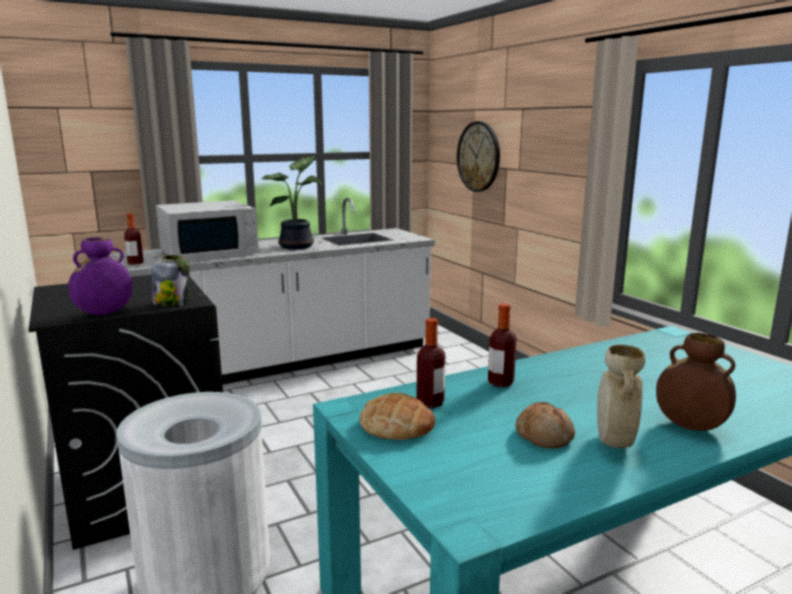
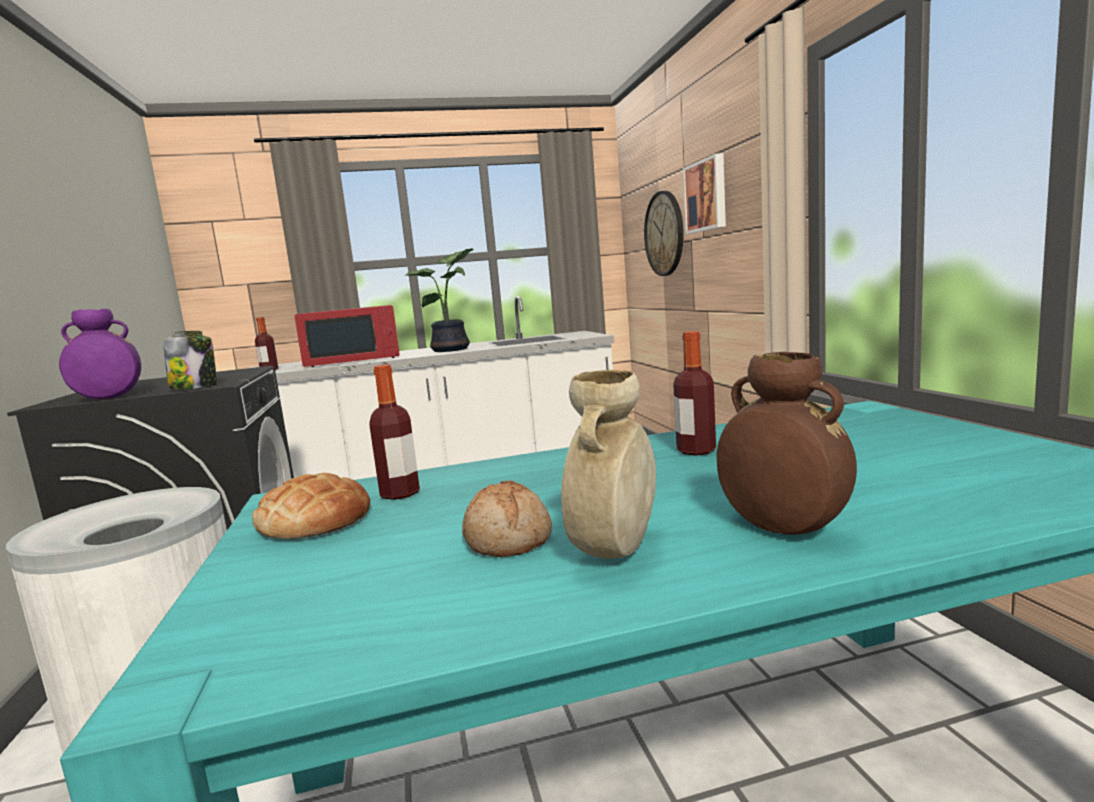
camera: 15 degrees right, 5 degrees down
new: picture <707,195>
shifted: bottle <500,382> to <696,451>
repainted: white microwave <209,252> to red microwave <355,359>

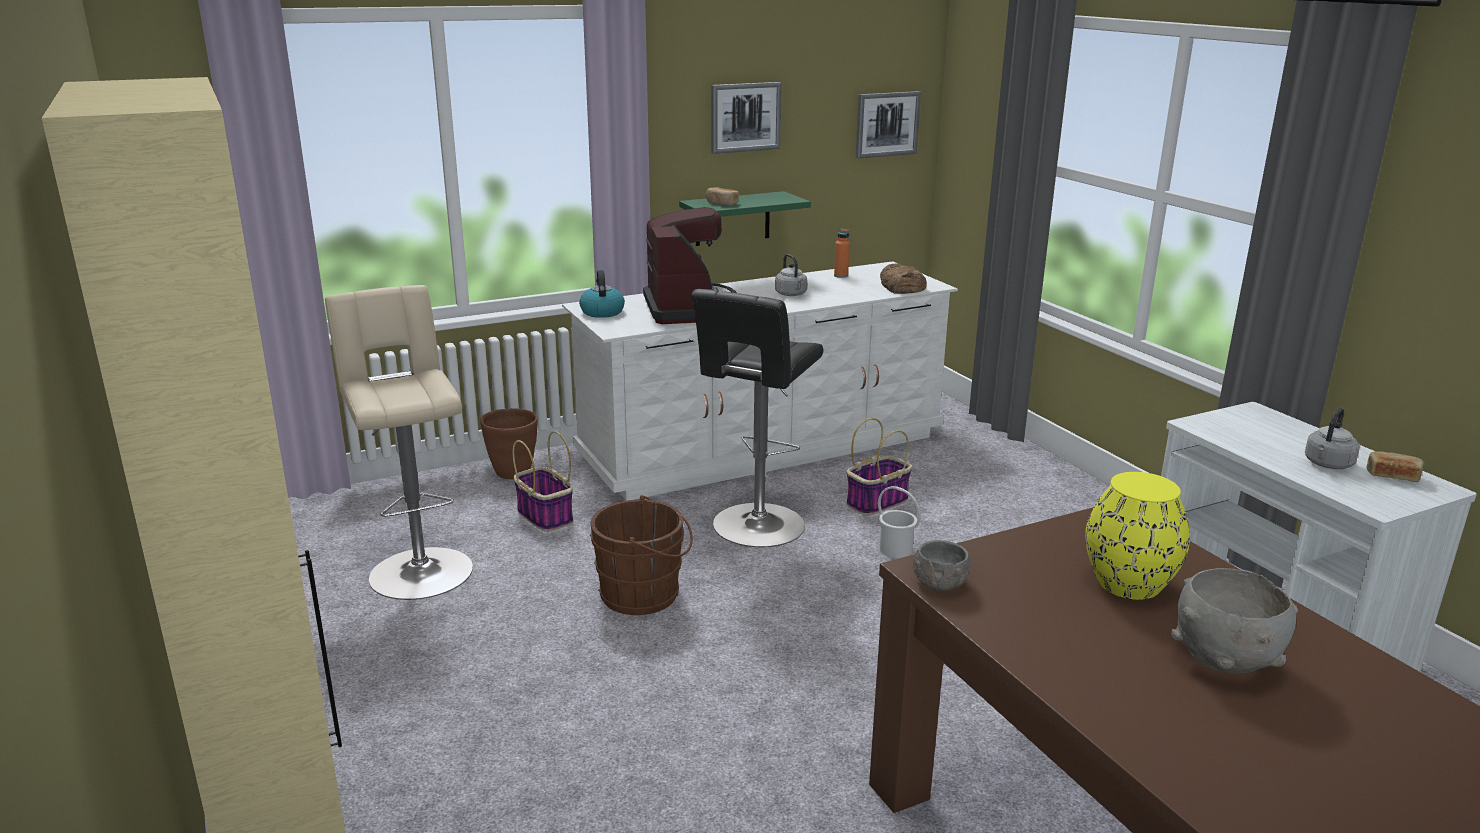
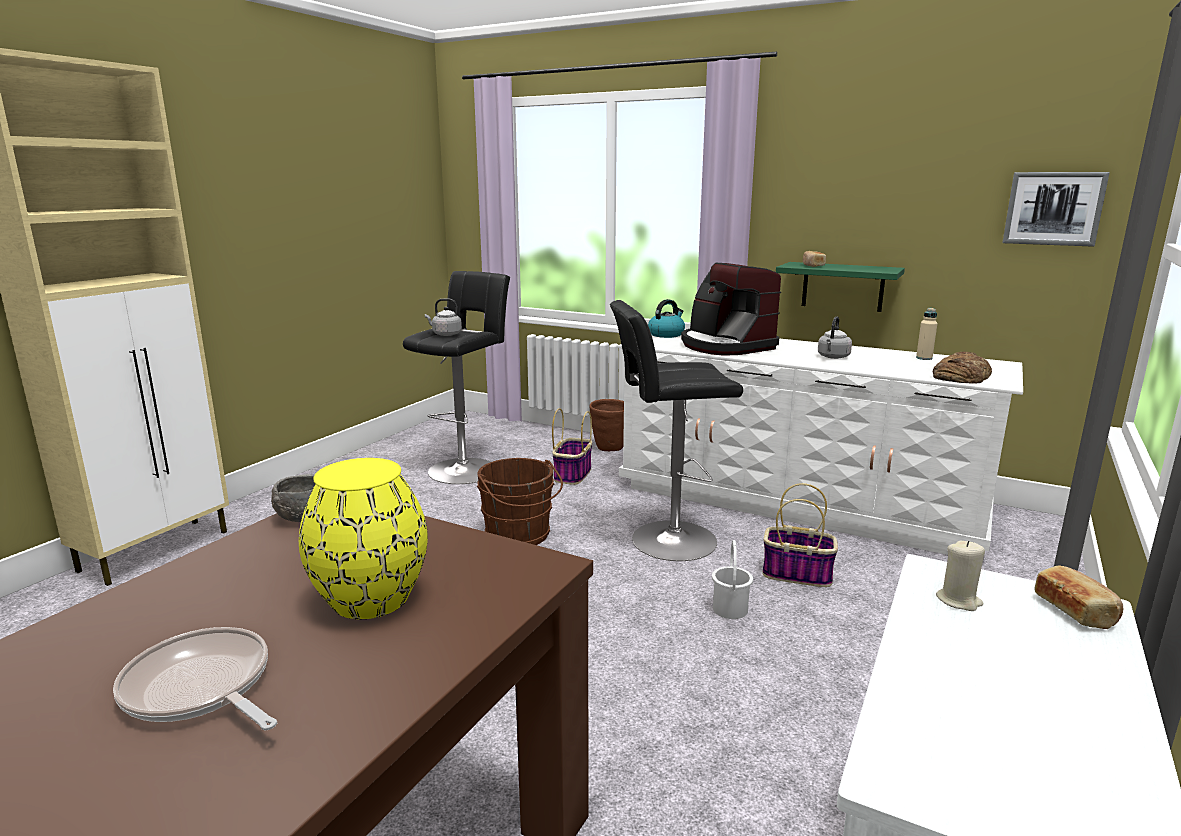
camera: 55 degrees right, 5 degrees down
gone: picture <745,117>
new: beige candle <959,601>
shifted: grey kettle <1327,464> to <445,334>; bread <1392,476> to <1075,611>
swapped: grey bowl <1225,662> to frying pan <201,688>
repainted: beige stool <419,569> to black stool <466,469>; orange bottle <841,276> to beige bottle <924,358>
rotated: coffee machine <689,308> = <725,346> 105 degrees clockwise

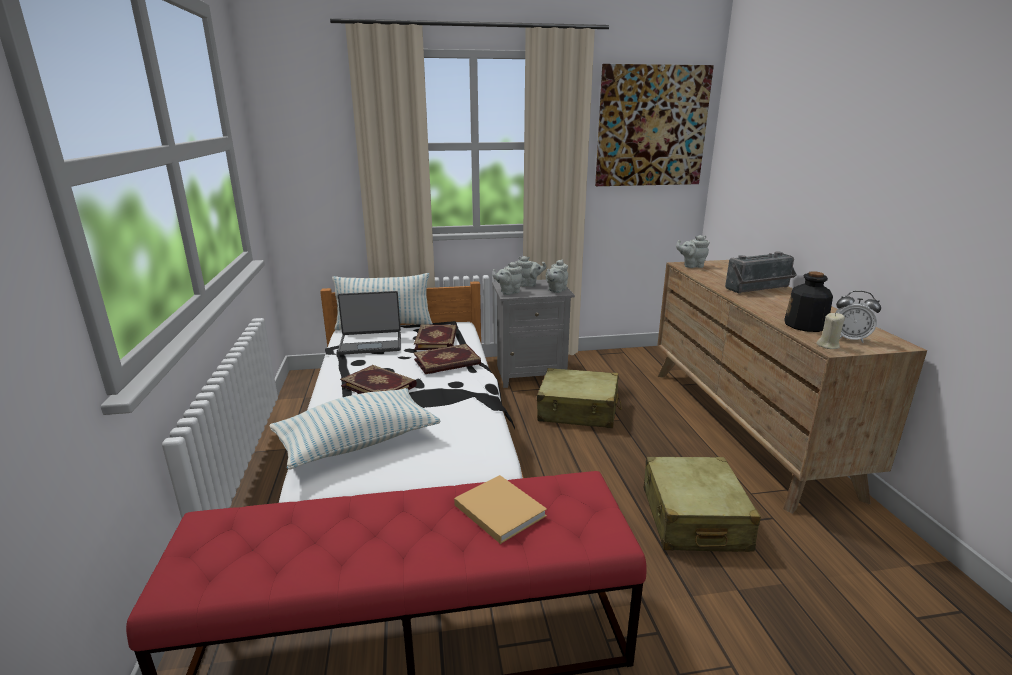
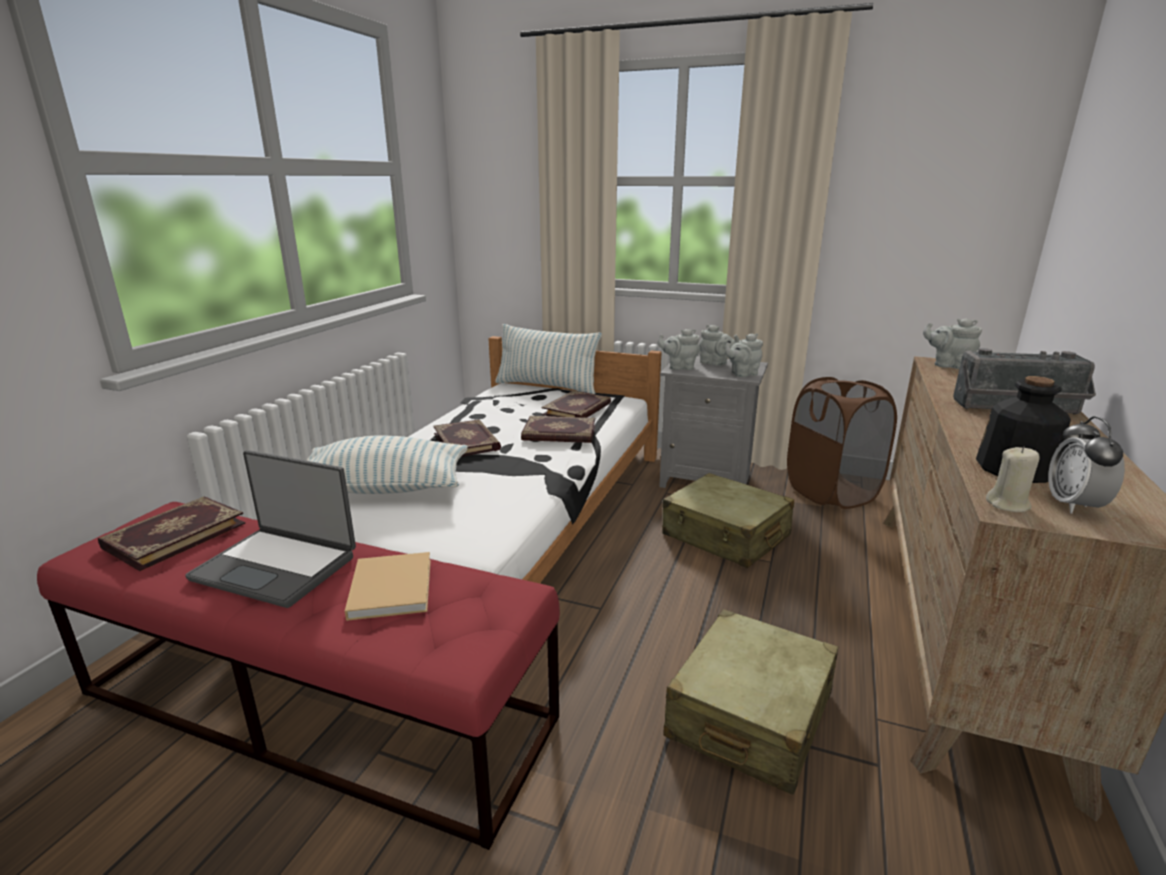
camera: 30 degrees right, 0 degrees up
gone: picture <652,127>
new: book <174,535>; brown laundry basket <831,492>
shifted: laptop <371,343> to <277,566>
rotated: alarm clock <850,339> = <1073,505> 45 degrees clockwise

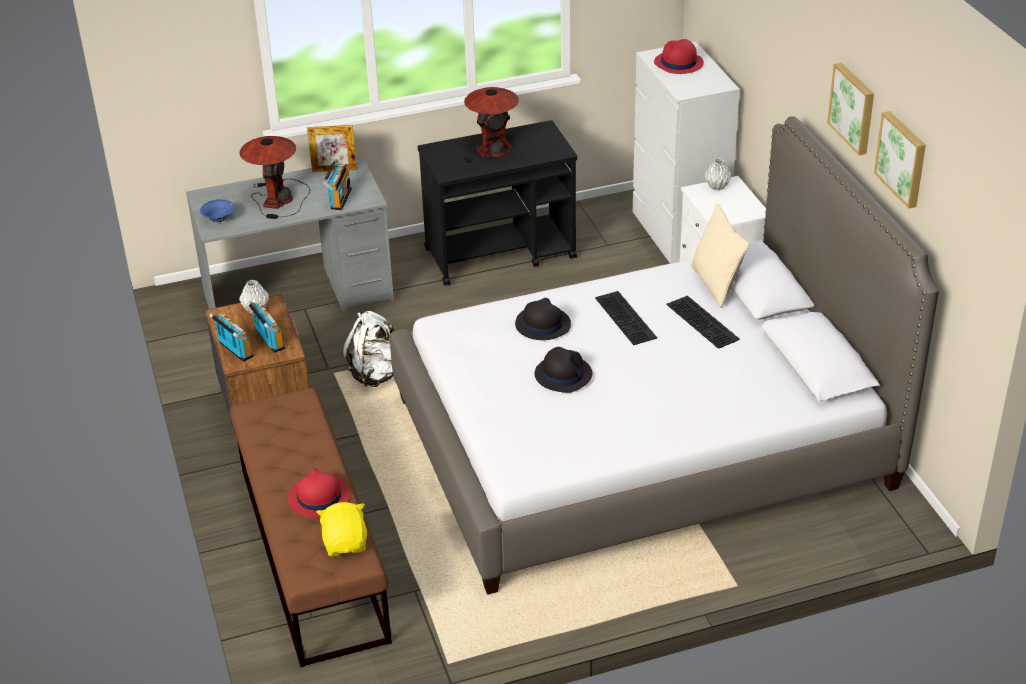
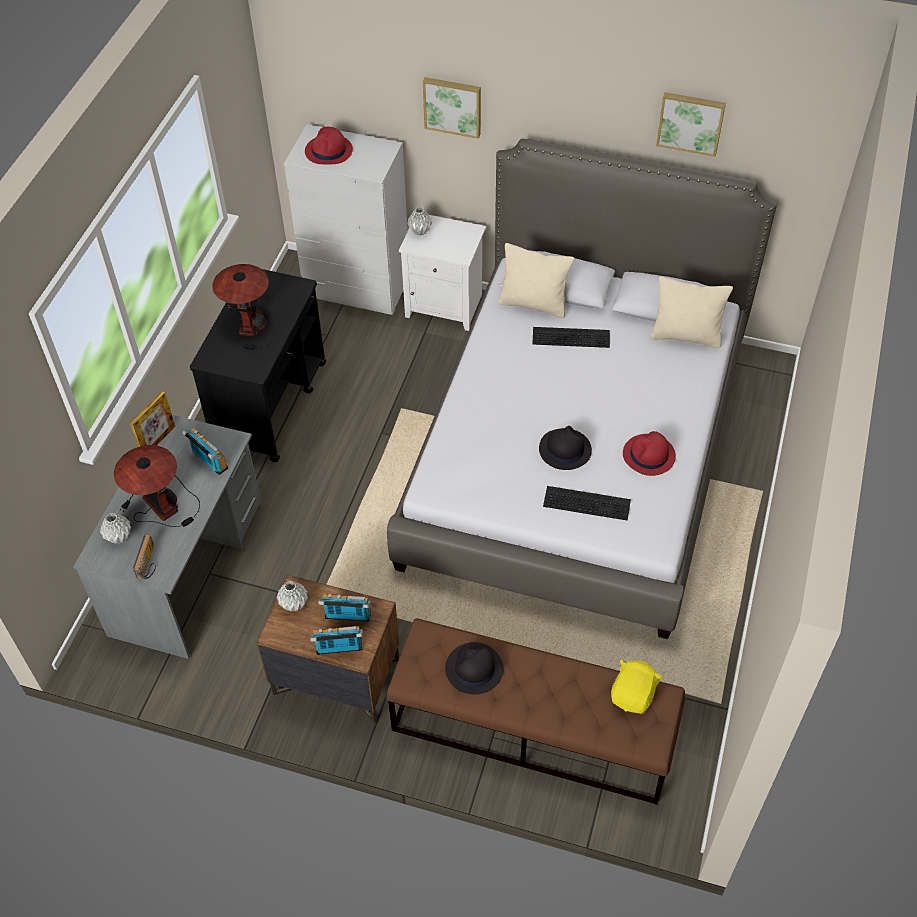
camera: 55 degrees left, 15 degrees up
gone: white backpack <376,374>
new: grey vase <119,537>; beige pillow <686,336>
shifted: picture <853,108> to <453,106>; black hat <542,324> to <473,669>; keyboard <627,318> to <588,502>; red hat <318,497> to <648,456>
swapped: blue bowl <219,219> to radio <149,563>
rotated: yellow plush toy <346,543> = <633,695> 90 degrees clockwise

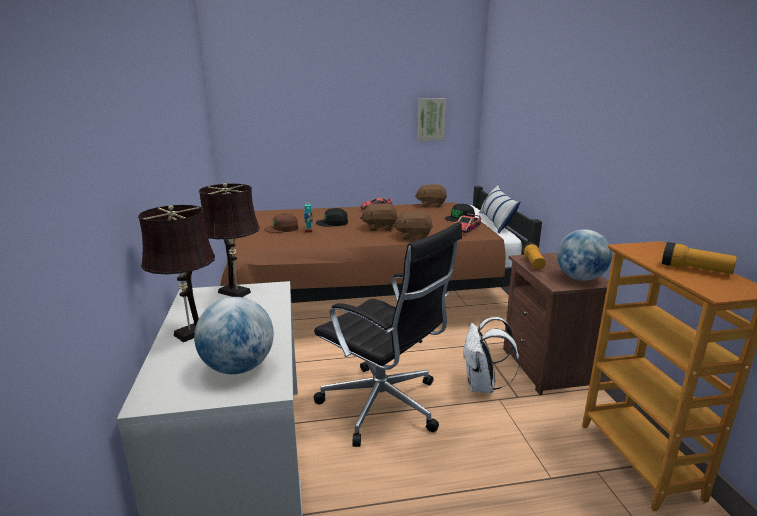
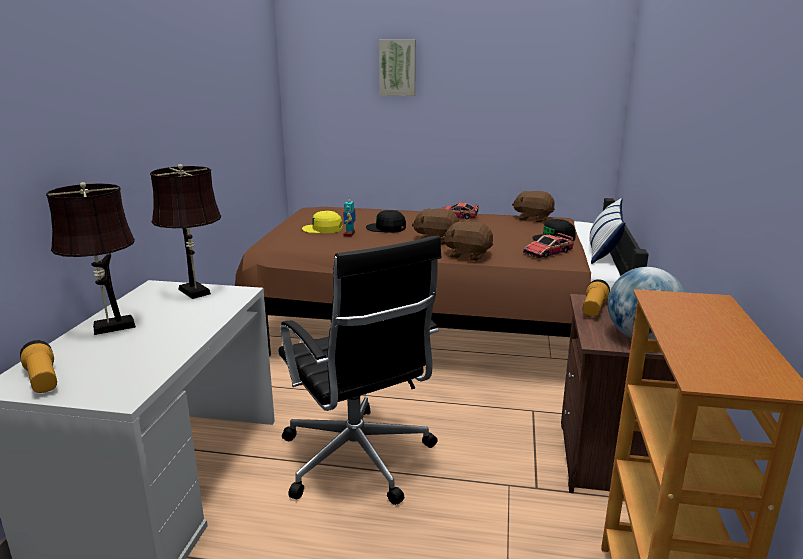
camera: 20 degrees right, 0 degrees up
gone: globe <238,367>; white backpack <483,386>
shifted: flashlight <695,269> to <42,379>; picture <431,119> to <397,67>
repainted: brown cap <282,228> to yellow cap <323,229>

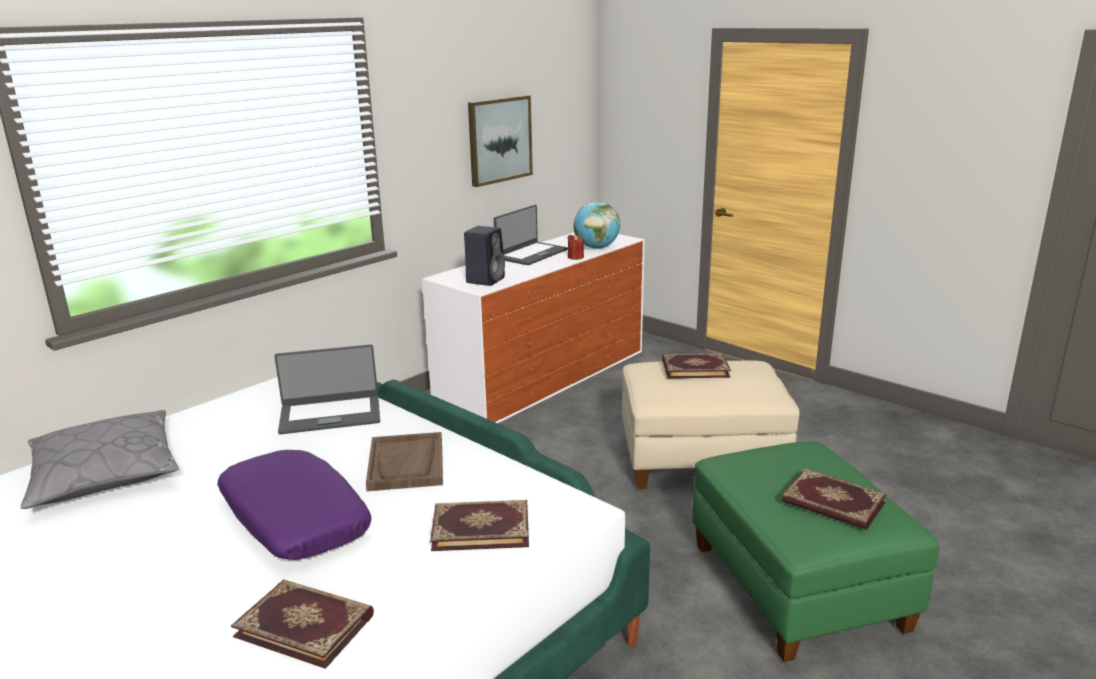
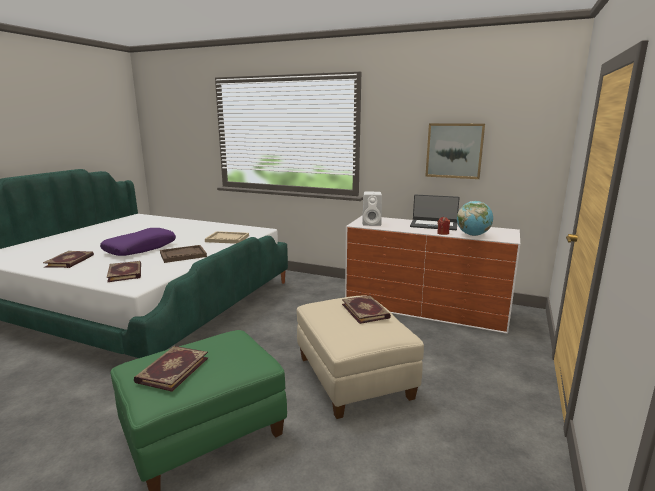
camera: 70 degrees right, 5 degrees down
gone: grey pillow <105,473>
swapped: laptop <330,414> to beige tray <227,239>
repainted: black speaker <485,280> to white speaker <372,223>

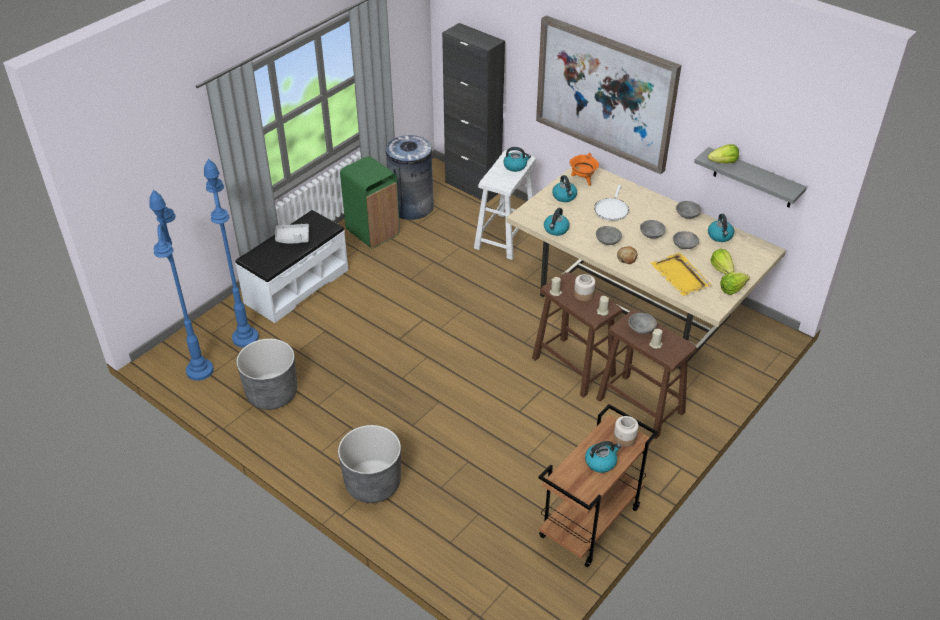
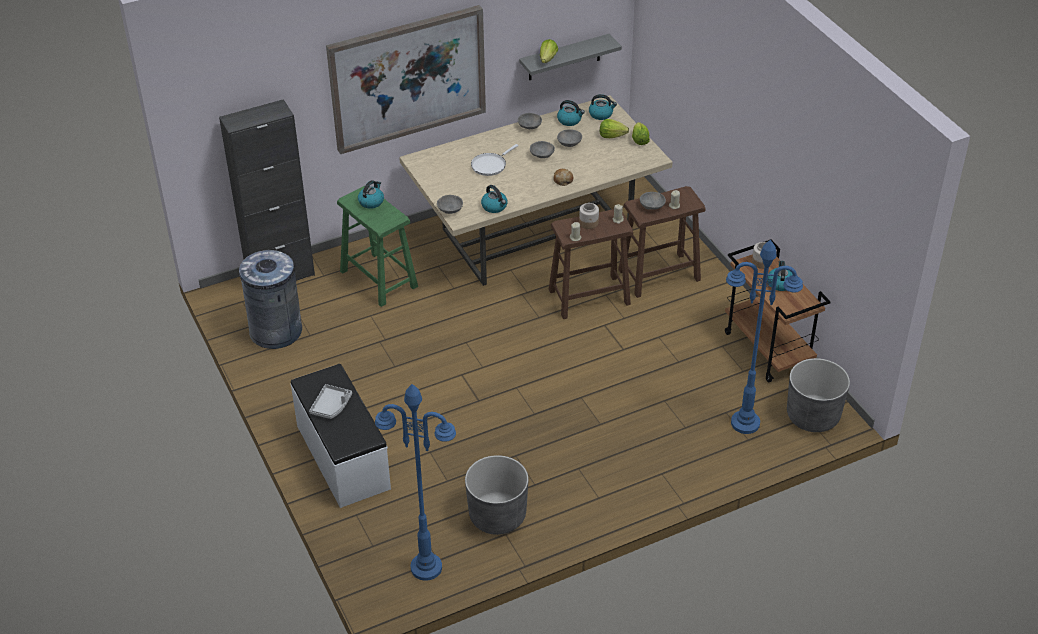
camera: 65 degrees left, 0 degrees up
gone: green trash can <373,232>; orange cooking pot <583,179>; yellow tray <680,276>
shifted: grey bowl <607,241> to <449,210>; kettle <564,197> to <601,114>; blue floor lamp <245,338> to <744,423>; grey planter <373,483> to <813,416>
repainted: white stool <505,236> to green stool <378,279>
rotated: white frying pan <611,210> = <490,165> 90 degrees clockwise

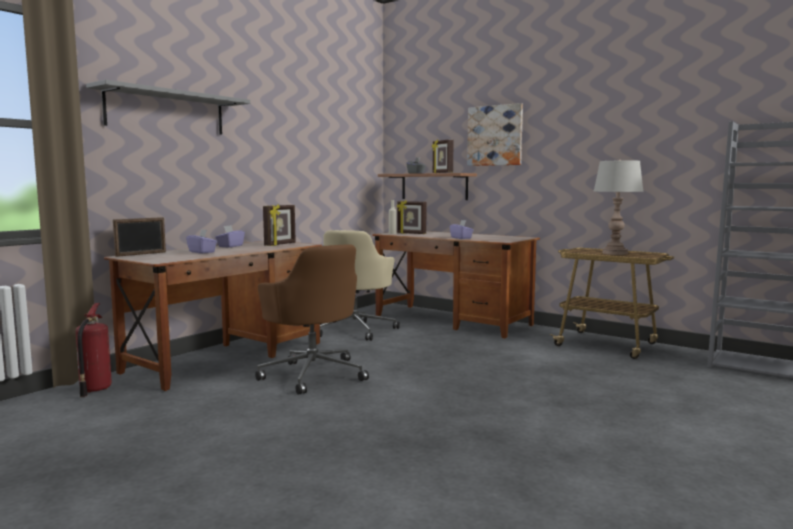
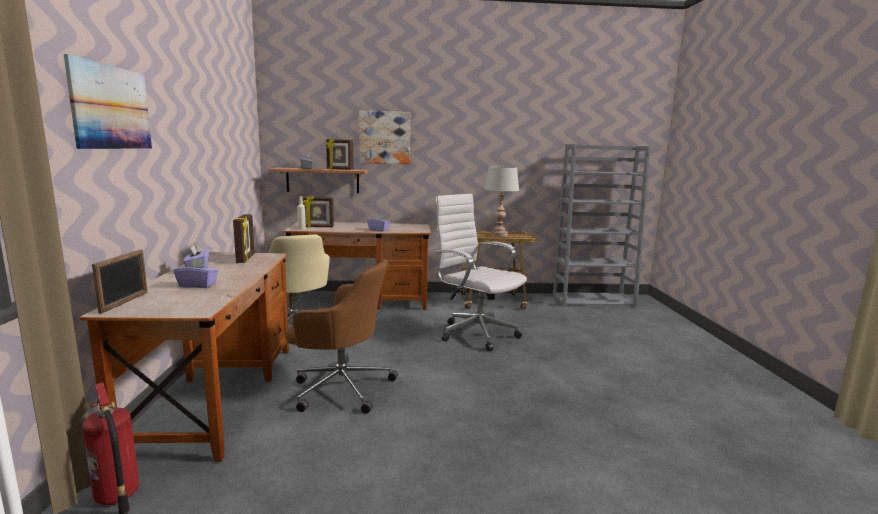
camera: 40 degrees left, 5 degrees up
new: white office chair <475,333>
swapped: grey shelf <166,112> to picture <112,107>

